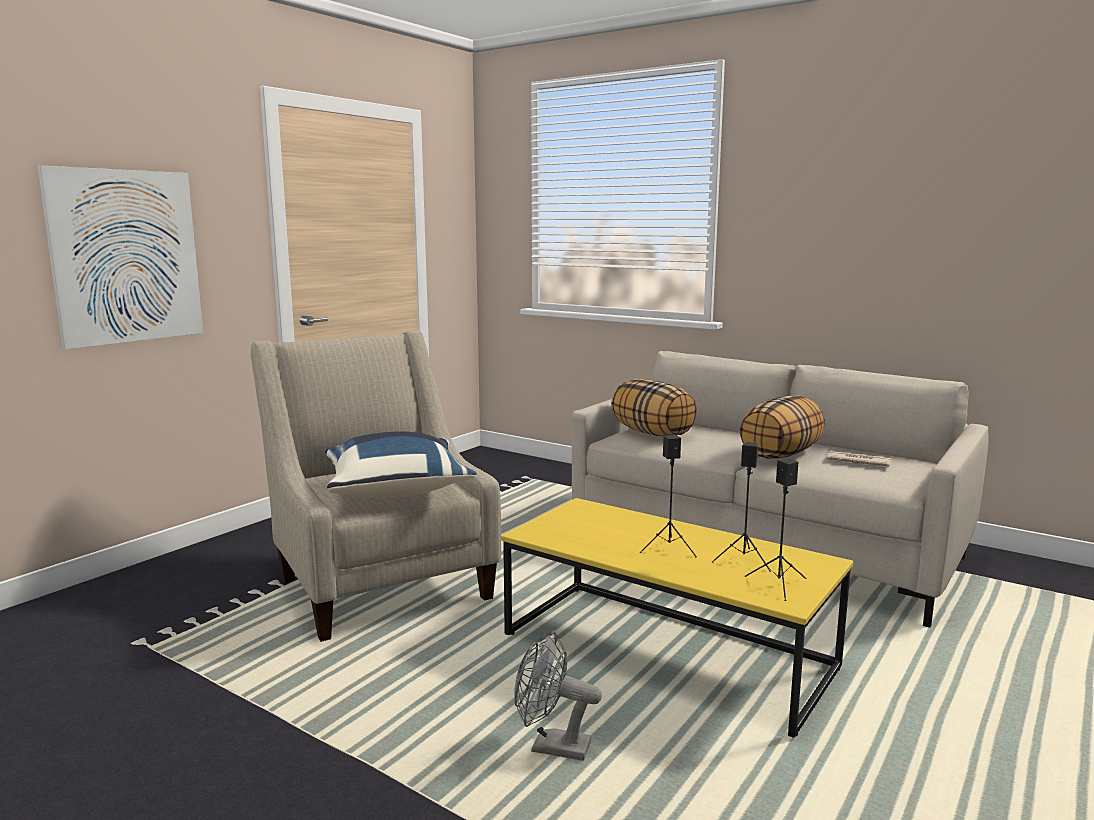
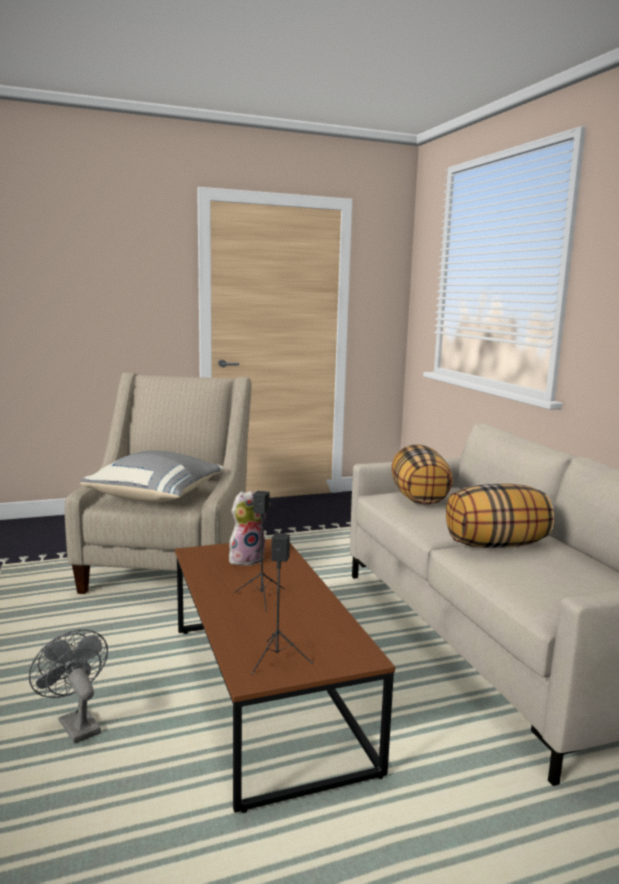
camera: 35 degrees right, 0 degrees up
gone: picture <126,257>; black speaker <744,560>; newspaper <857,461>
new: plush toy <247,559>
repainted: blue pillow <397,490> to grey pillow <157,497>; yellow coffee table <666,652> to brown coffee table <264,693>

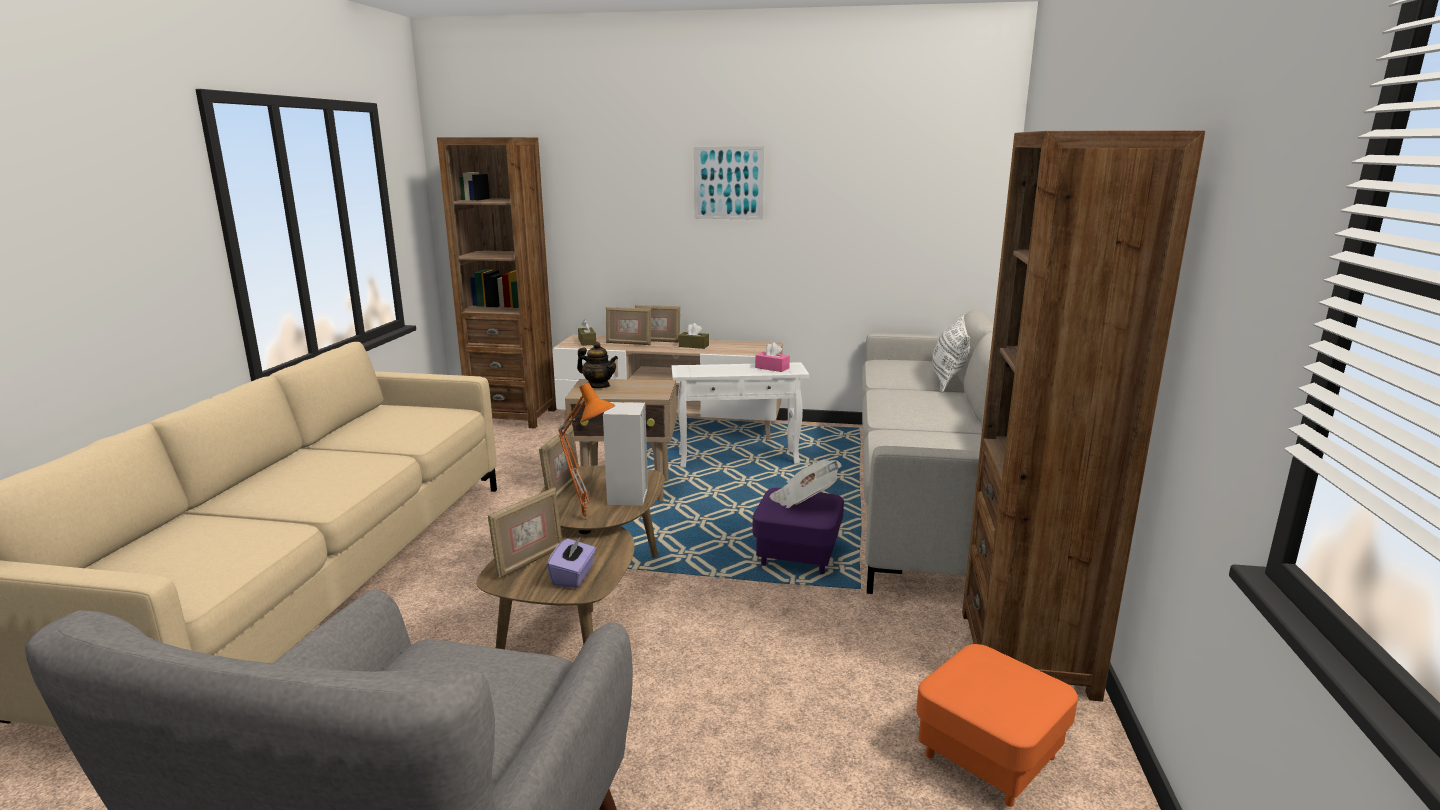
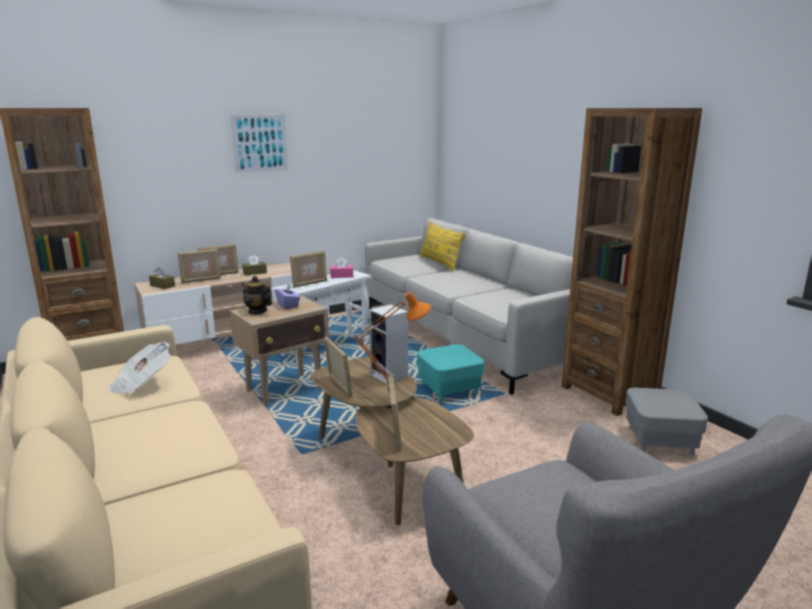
camera: 40 degrees left, 0 degrees up
new: picture frame <309,284>
shifted: newspaper <804,500> to <141,384>; purple tissue box <573,577> to <288,305>
repainted: purple ottoman <797,555> to turquoise ottoman <449,389>; white pillow <948,378> to yellow pillow <440,263>; orange ottoman <989,756> to grey ottoman <660,440>
rotated: teapot <598,386> = <257,311> 135 degrees counterclockwise

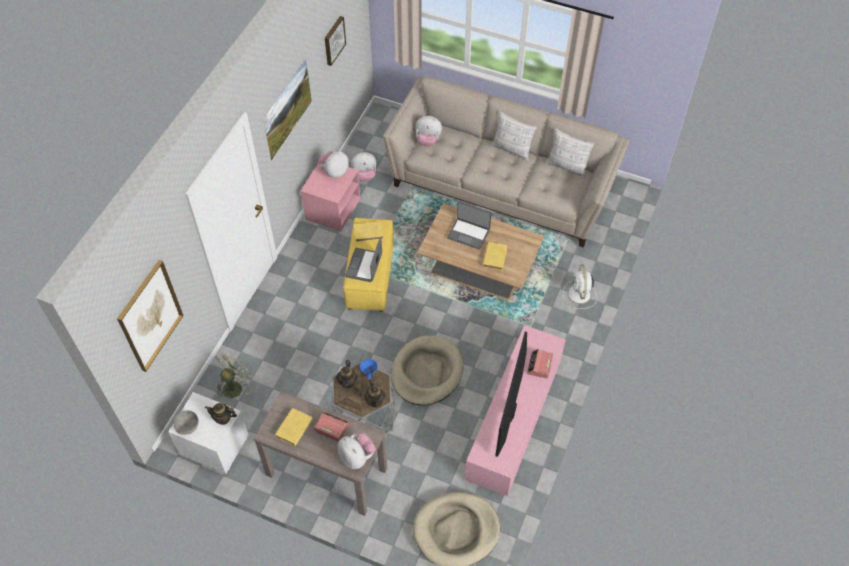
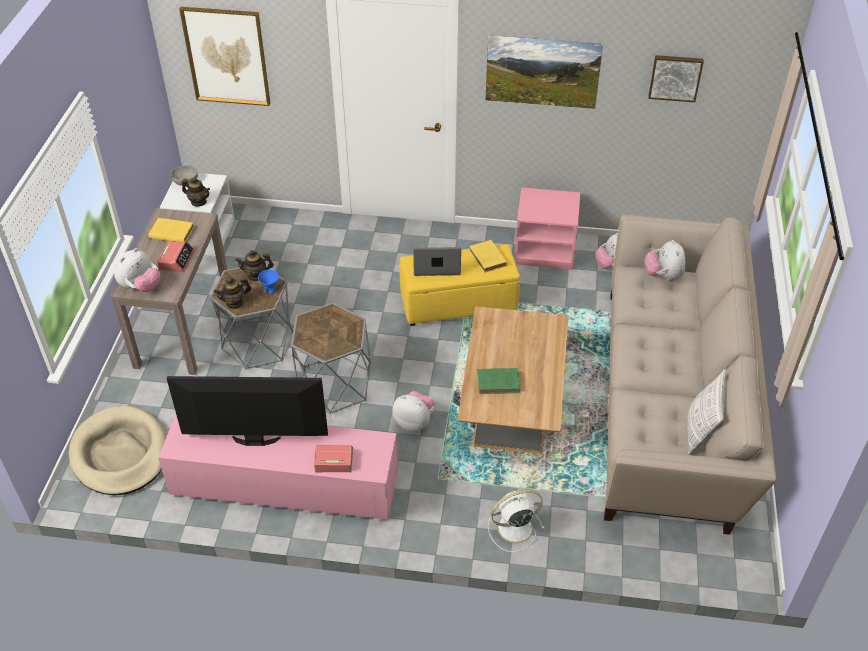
camera: 75 degrees right, 10 degrees down
gone: green fan <235,386>; laptop <468,233>; pillow <512,150>
shifted: plush toy <334,172> to <414,422>
swapped: beige dog bed <426,372> to grey side table <334,384>
repainted: yellow book <495,256> to green book <499,383>
rotated: teapot <223,418> = <198,202> 120 degrees clockwise

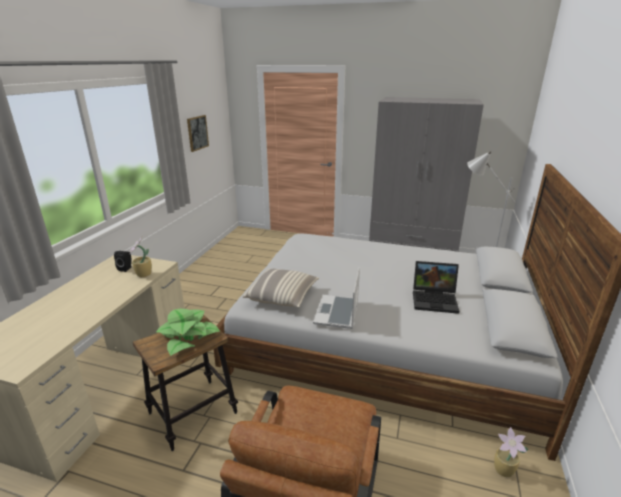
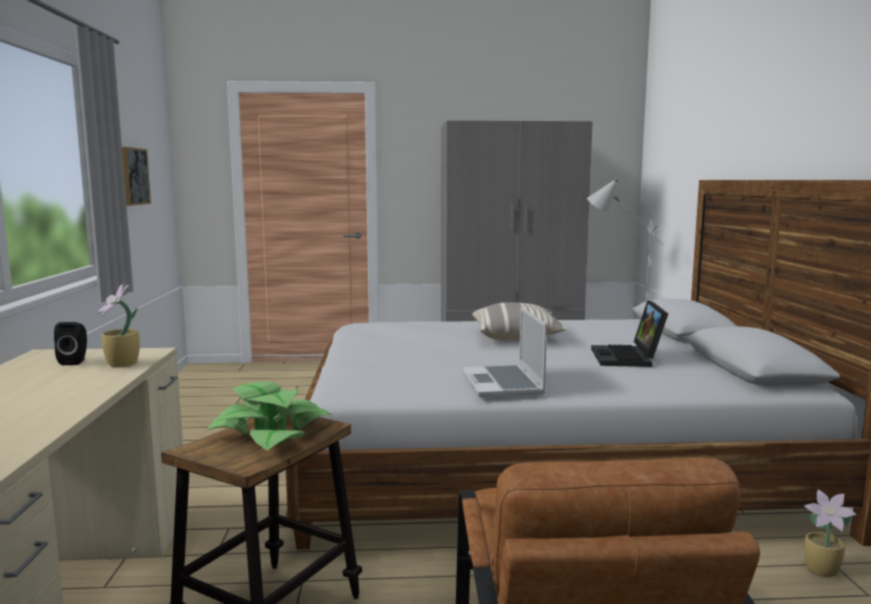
camera: 20 degrees left, 15 degrees down
shifted: pillow <282,296> to <516,337>
rotated: laptop <435,300> = <628,358> 105 degrees clockwise

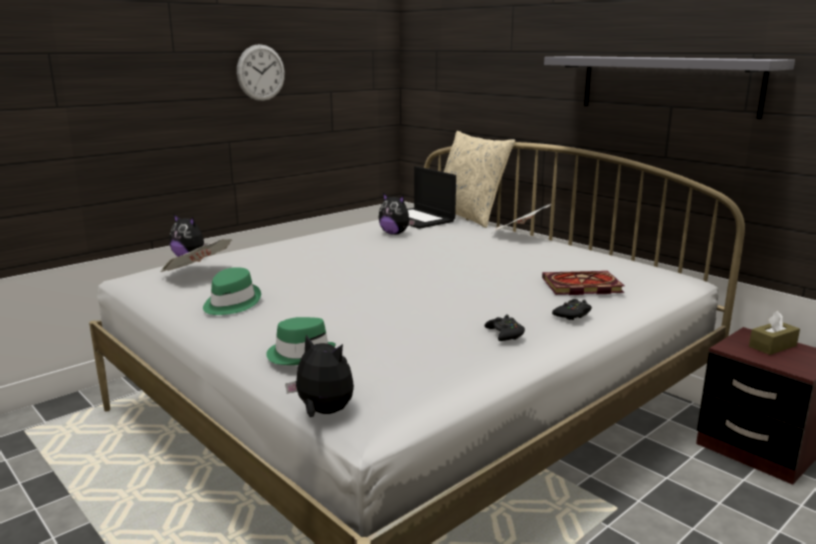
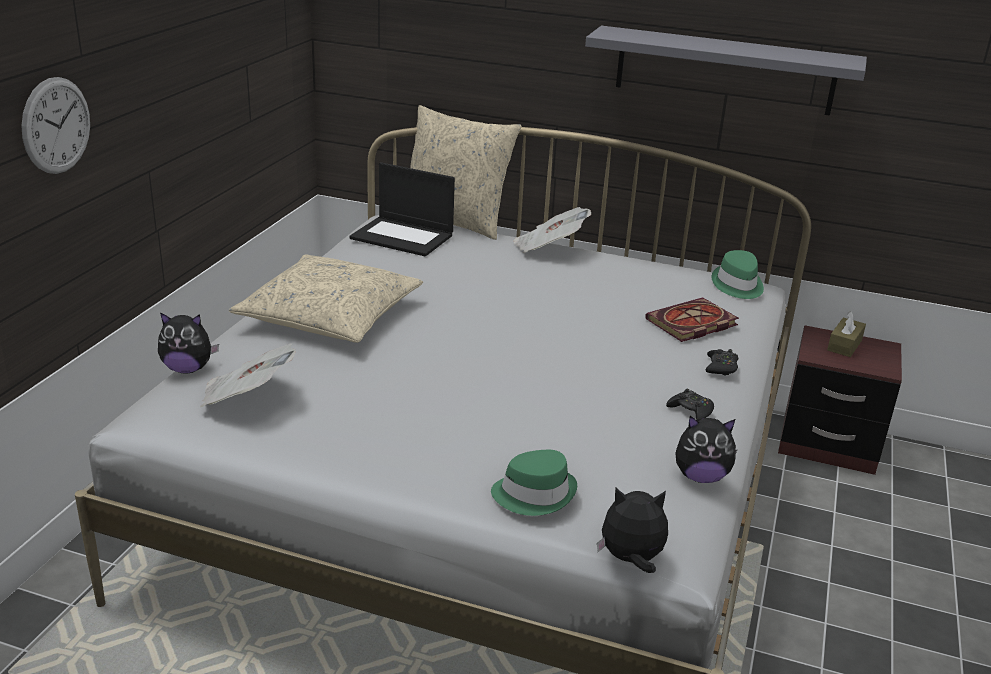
camera: 30 degrees left, 10 degrees up
new: beige pillow <330,315>
shifted: wall clock <261,73> to <56,125>; plush toy <395,233> to <700,476>; green hat <230,303> to <737,285>

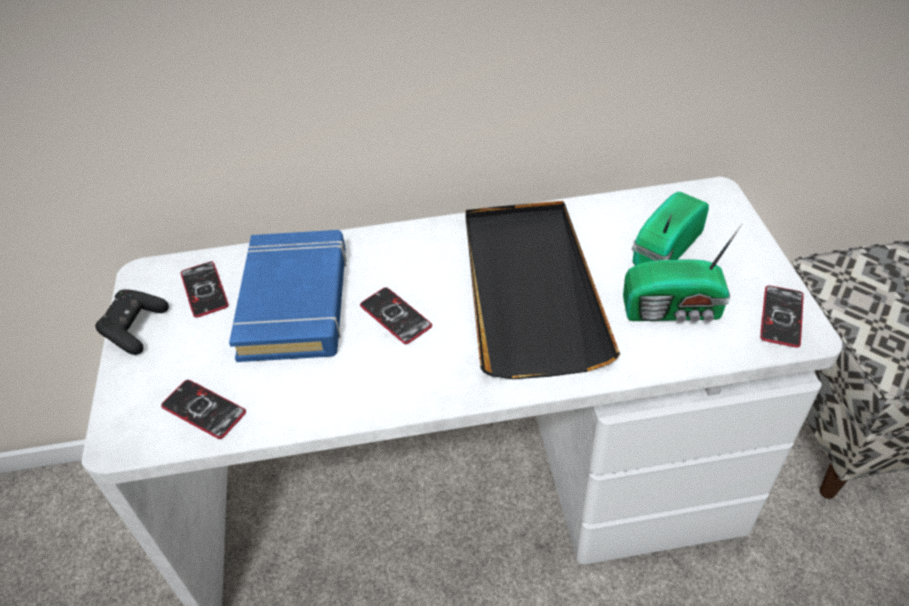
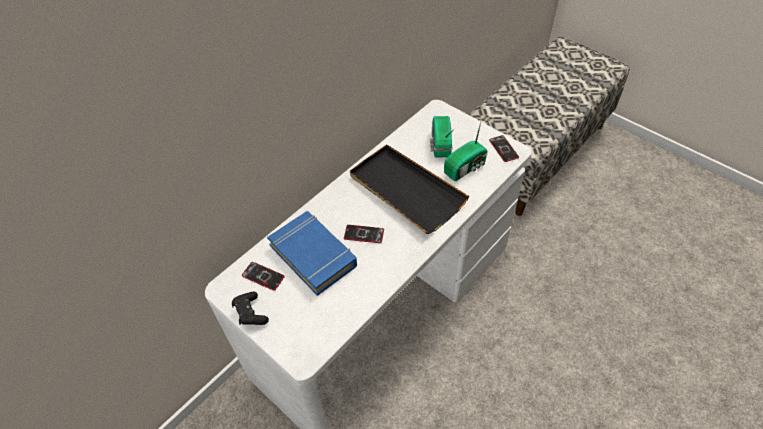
camera: 40 degrees left, 5 degrees up
gone: phone <204,409>

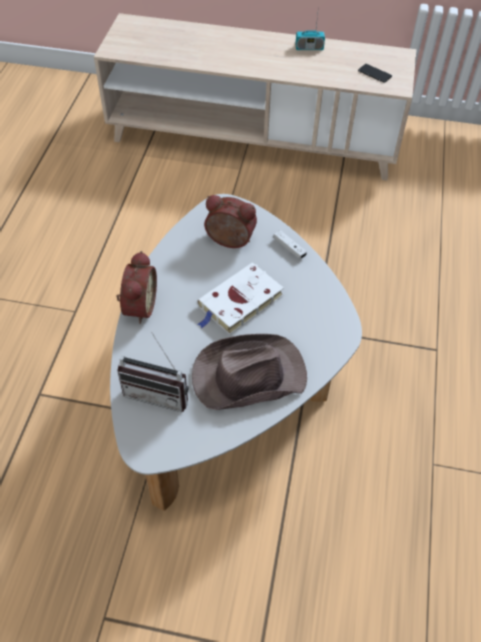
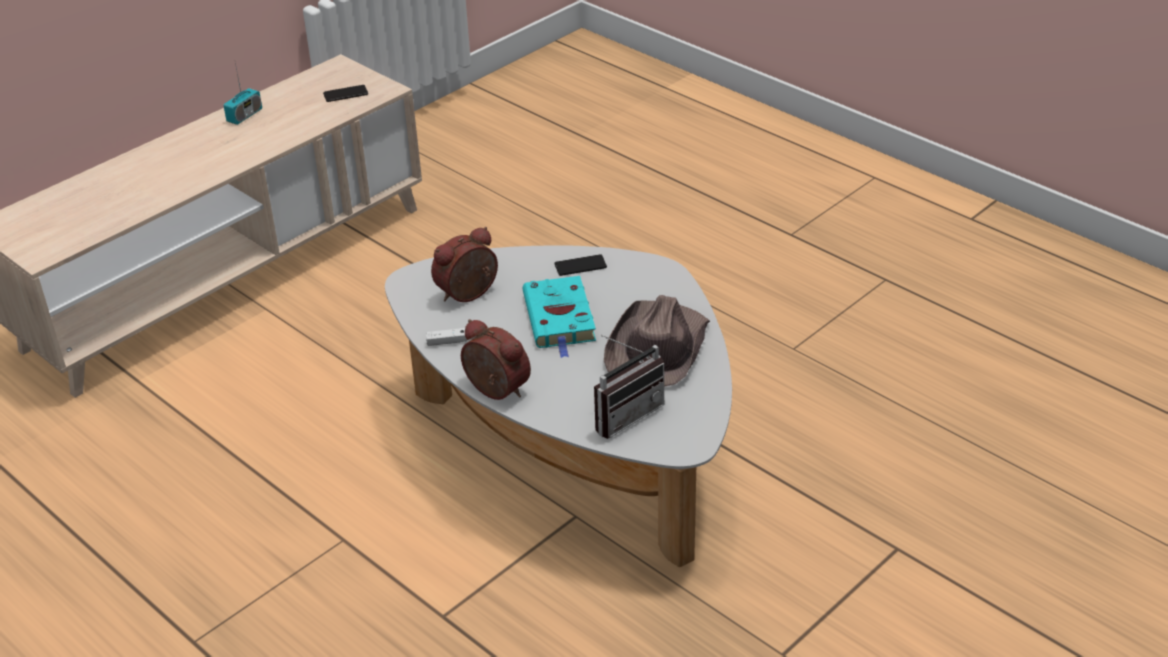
camera: 55 degrees left, 15 degrees down
new: phone <580,266>
shifted: white game controller <289,248> to <453,341>
repainted: white book <239,303> to turquoise book <560,319>

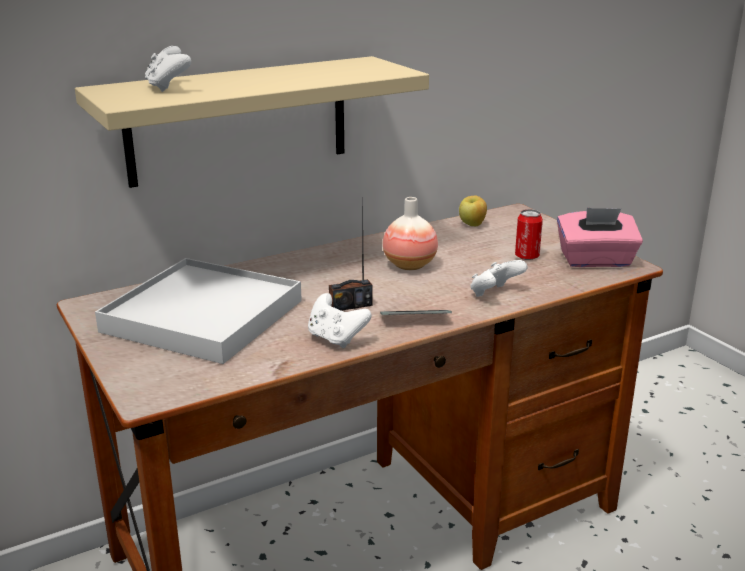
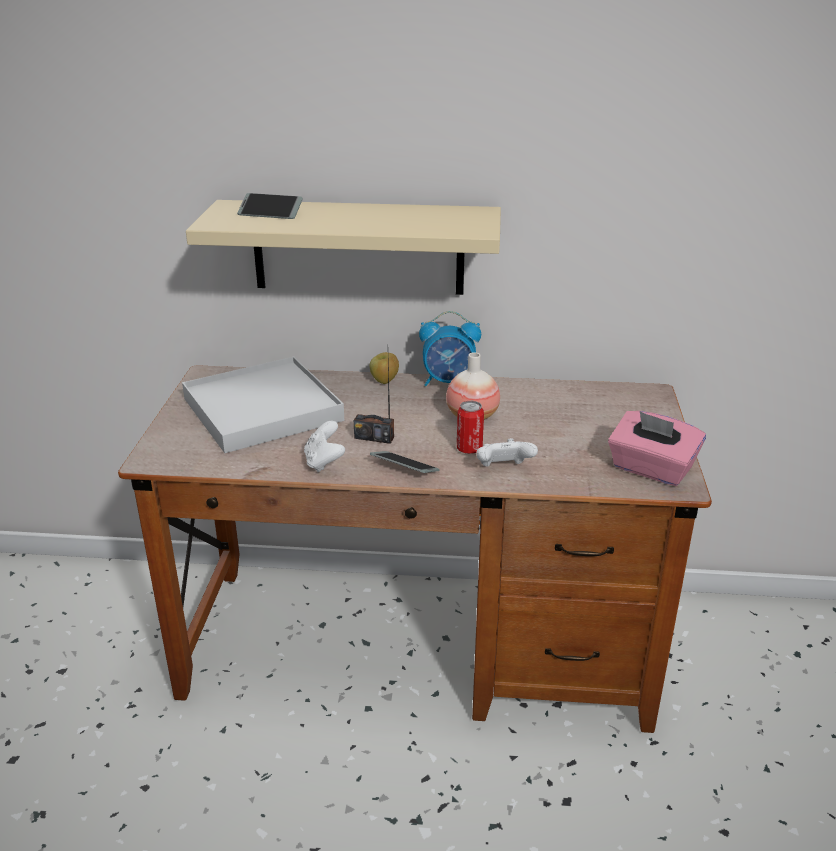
camera: 35 degrees right, 5 degrees up
new: alarm clock <449,382>
shifted: apple <472,225> to <384,381>; can <527,256> to <469,449>
swapped: white game controller <168,87> to phone <270,213>

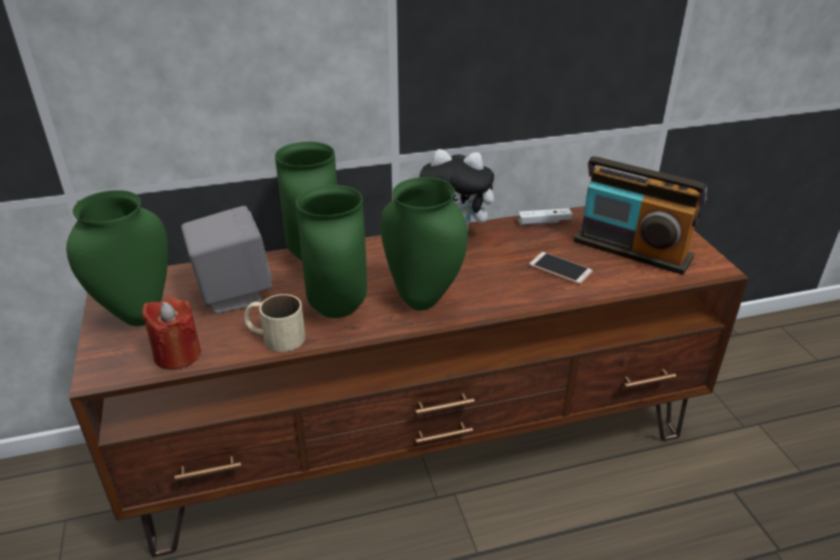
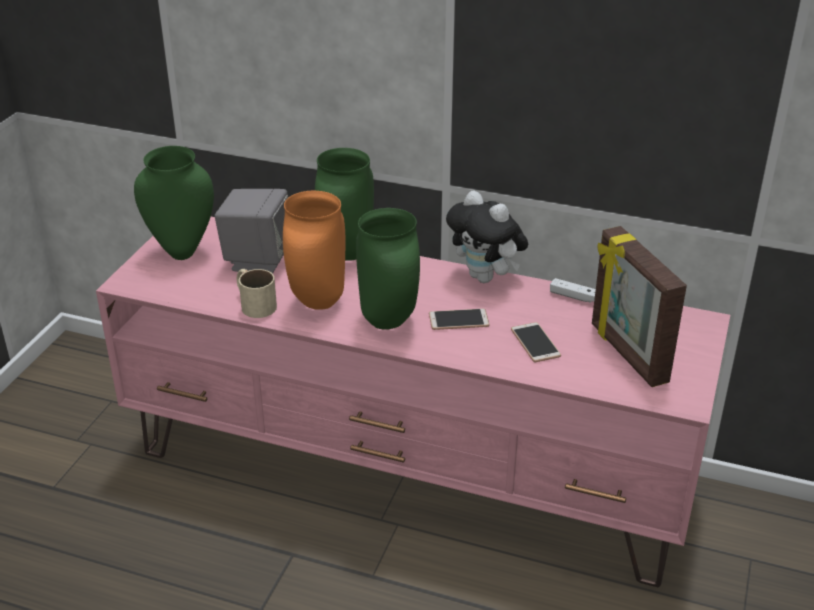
camera: 35 degrees right, 0 degrees up
gone: red candle <177,355>
new: phone <458,320>
swapped: radio <632,250> to picture frame <627,354>
repainted: brown tv stand <421,441> to pink tv stand <409,471>; green vase <336,309> to orange vase <316,302>

